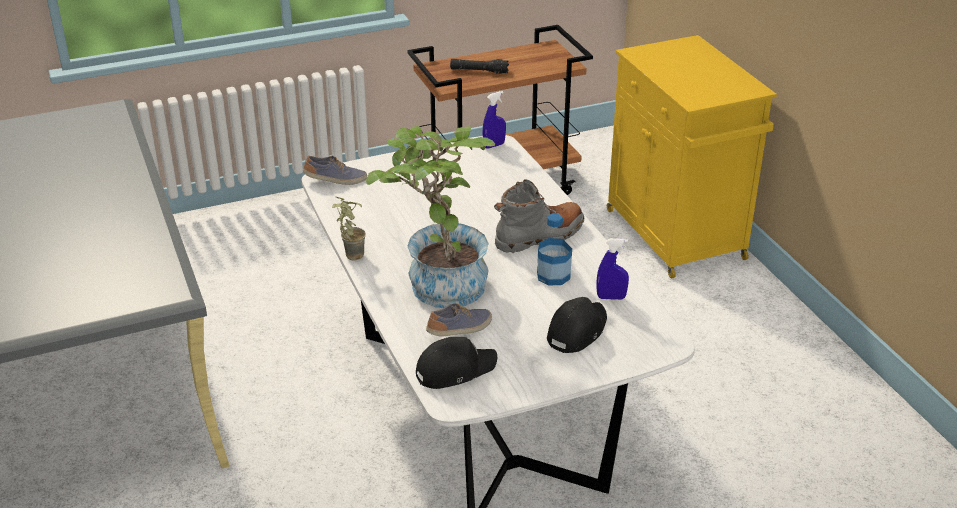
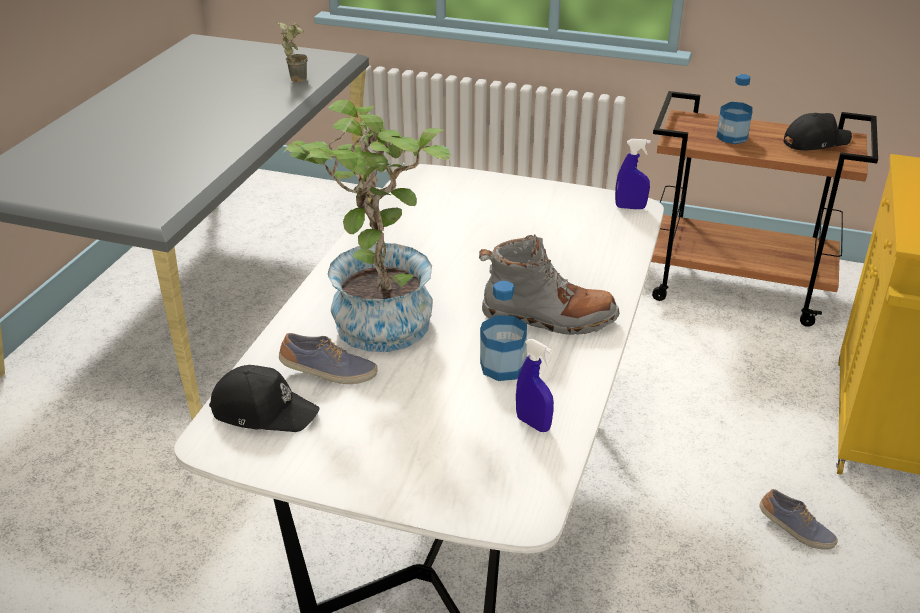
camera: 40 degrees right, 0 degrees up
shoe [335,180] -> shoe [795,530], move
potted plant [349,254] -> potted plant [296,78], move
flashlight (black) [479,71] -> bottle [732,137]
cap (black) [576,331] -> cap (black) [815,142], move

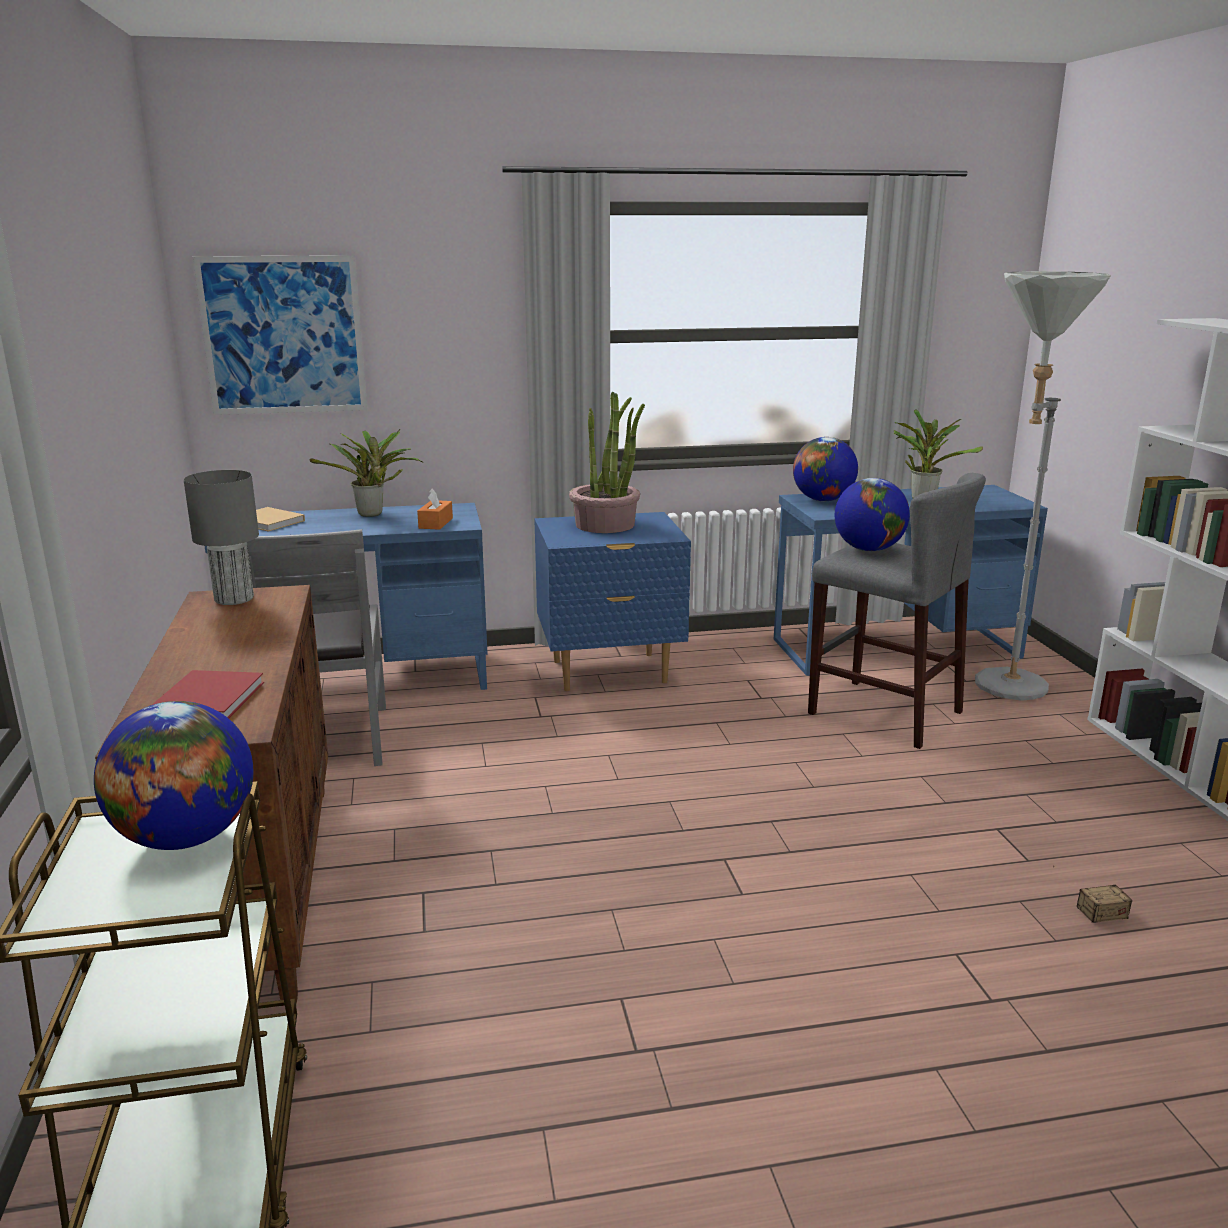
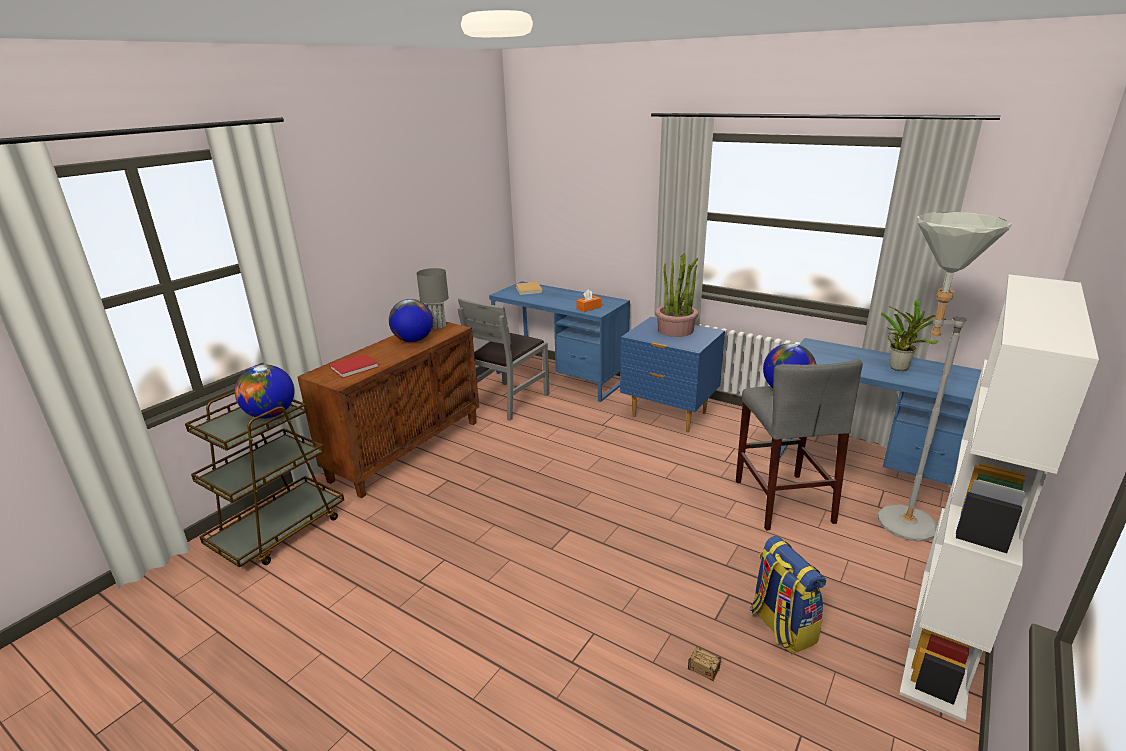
camera: 45 degrees right, 5 degrees up
picture [283,335] -> none
potted plant [373,515] -> none
globe [823,500] -> globe [413,340], move
none -> backpack [781,626]

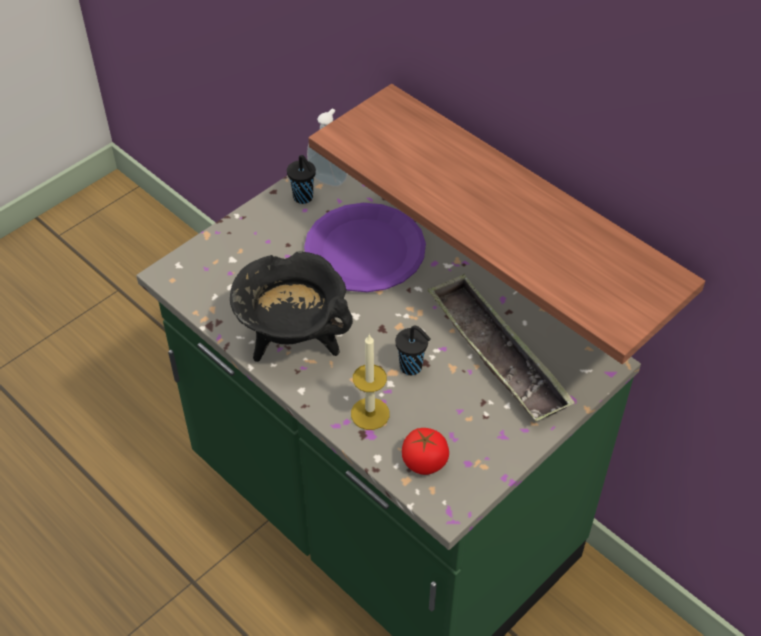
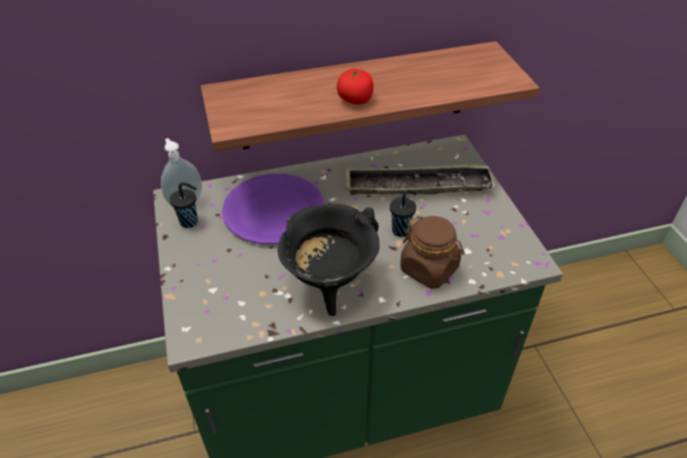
camera: 60 degrees left, 5 degrees down
candle [370,413] -> jar (brown) [429,269]
tomato [424,461] -> tomato [355,100], move

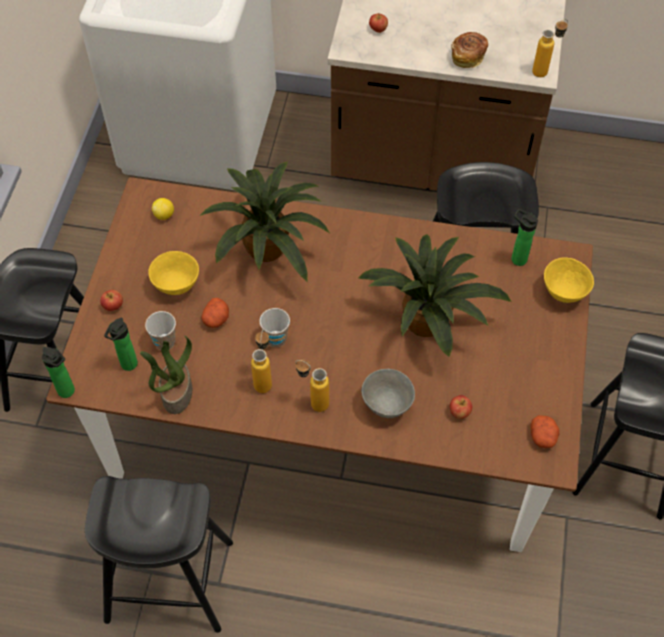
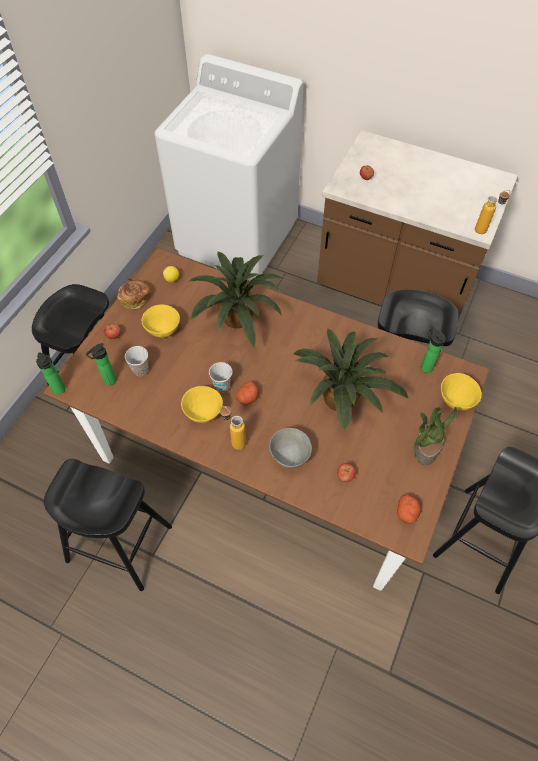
camera: 15 degrees right, 0 degrees up
potted plant [176,392] -> potted plant [425,447], move
potato [216,319] -> potato [247,398], move
bottle [264,379] -> bowl (yellow) [203,414]
bread [468,56] -> bread [135,299], move

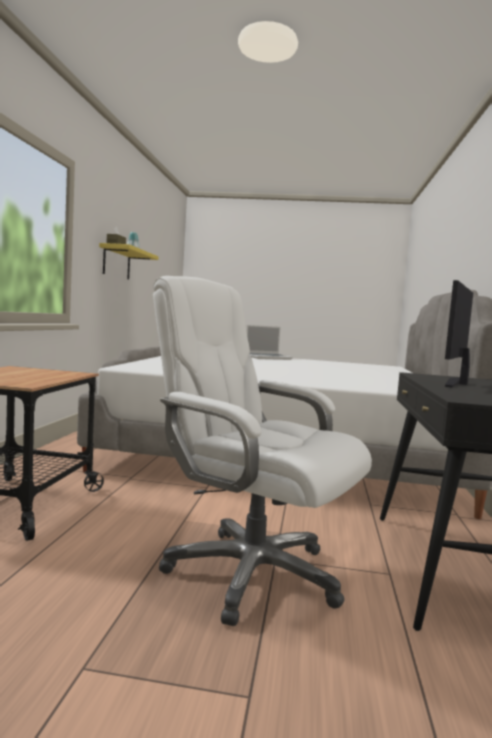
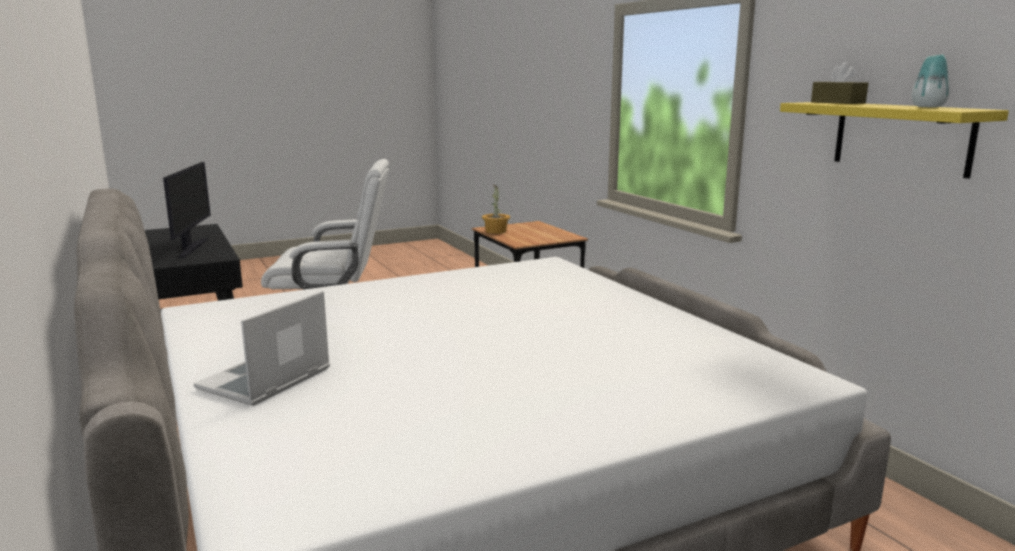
camera: 145 degrees right, 10 degrees up
laptop [268,357] -> laptop [265,380], move
none -> potted plant [495,231]

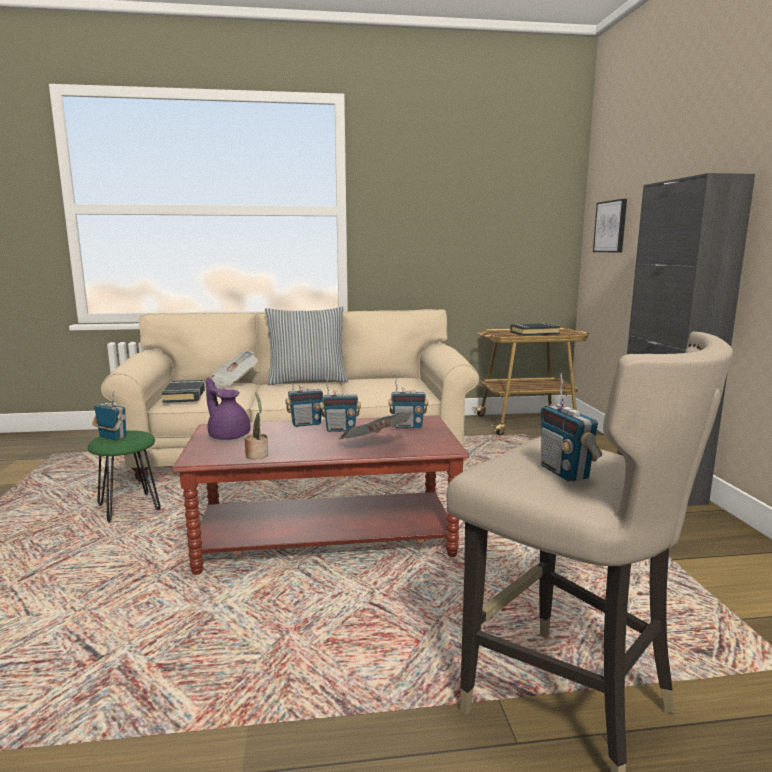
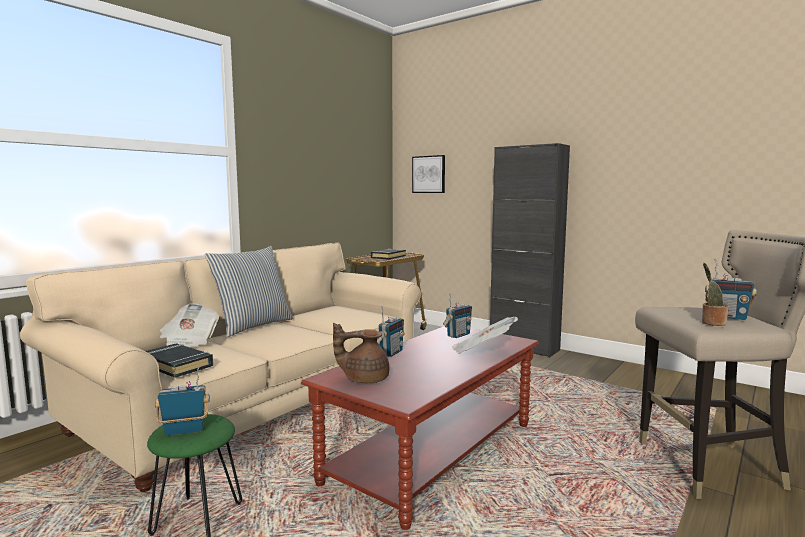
camera: 45 degrees left, 5 degrees down
teapot (purple) [228,435] -> teapot (brown) [364,379]
potted plant [257,455] -> potted plant [712,323], move
radio [340,429] -> none

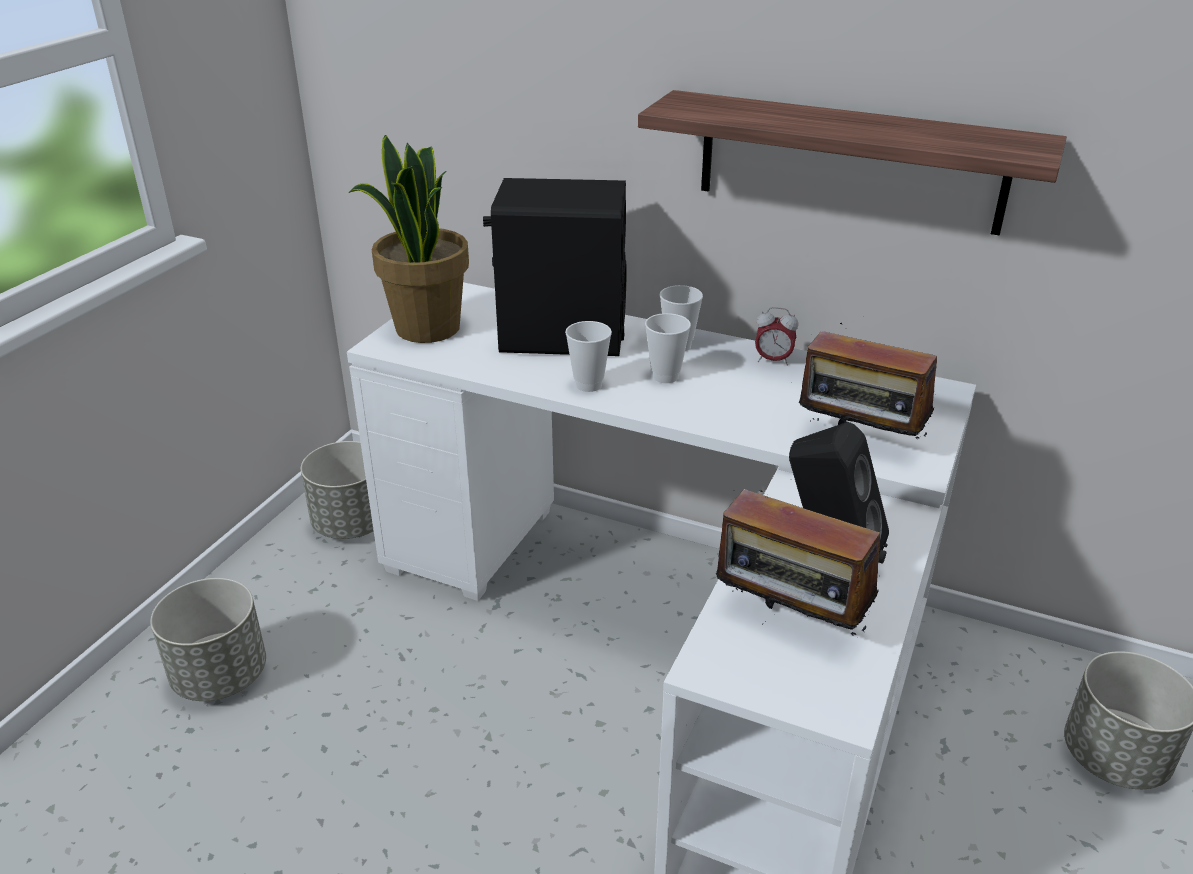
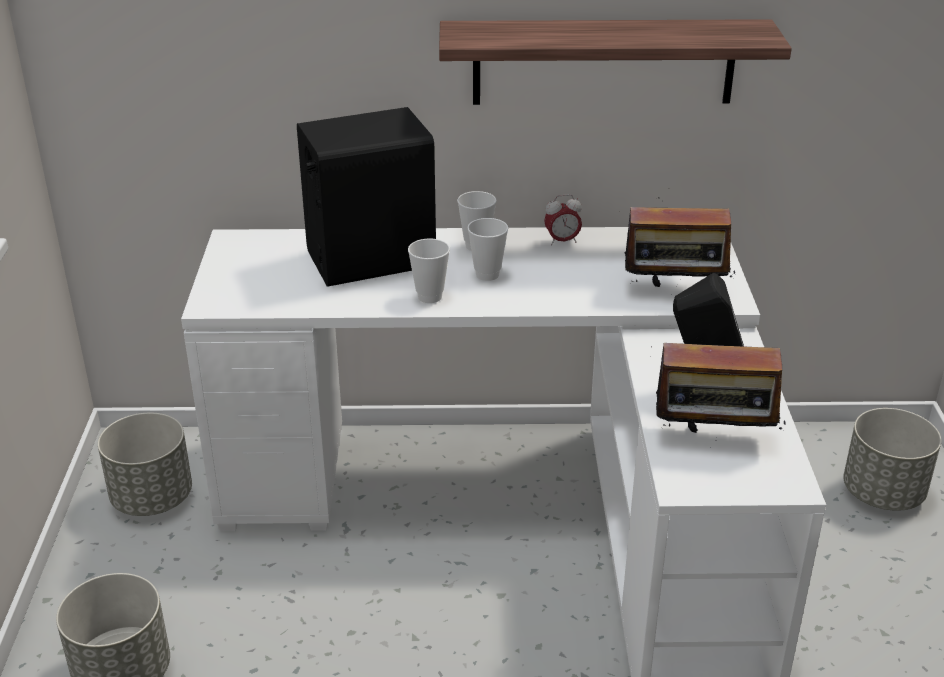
camera: 25 degrees left, 0 degrees up
potted plant [426,328] -> none

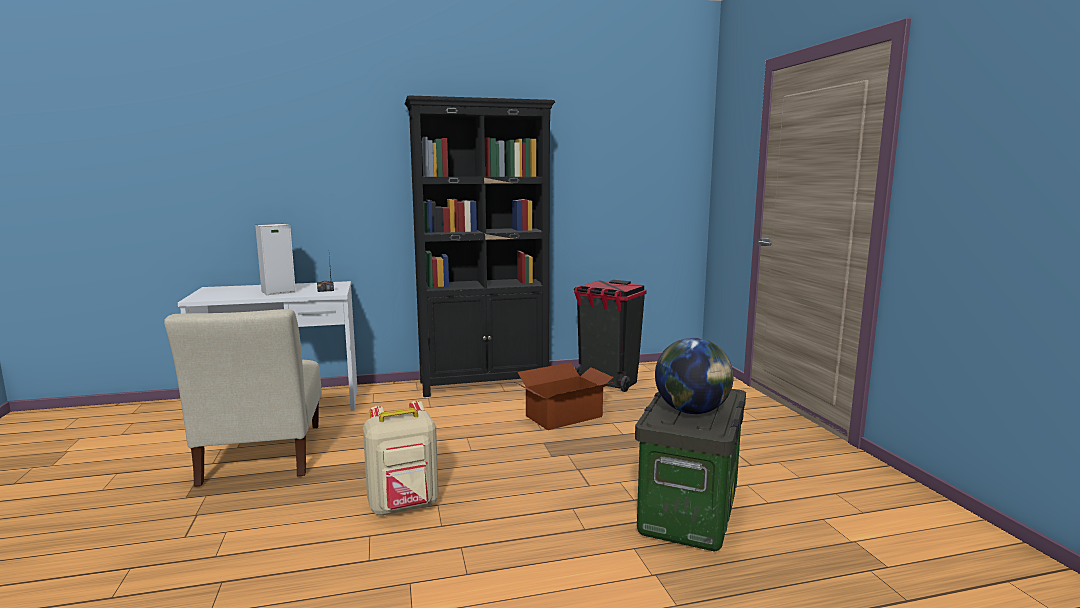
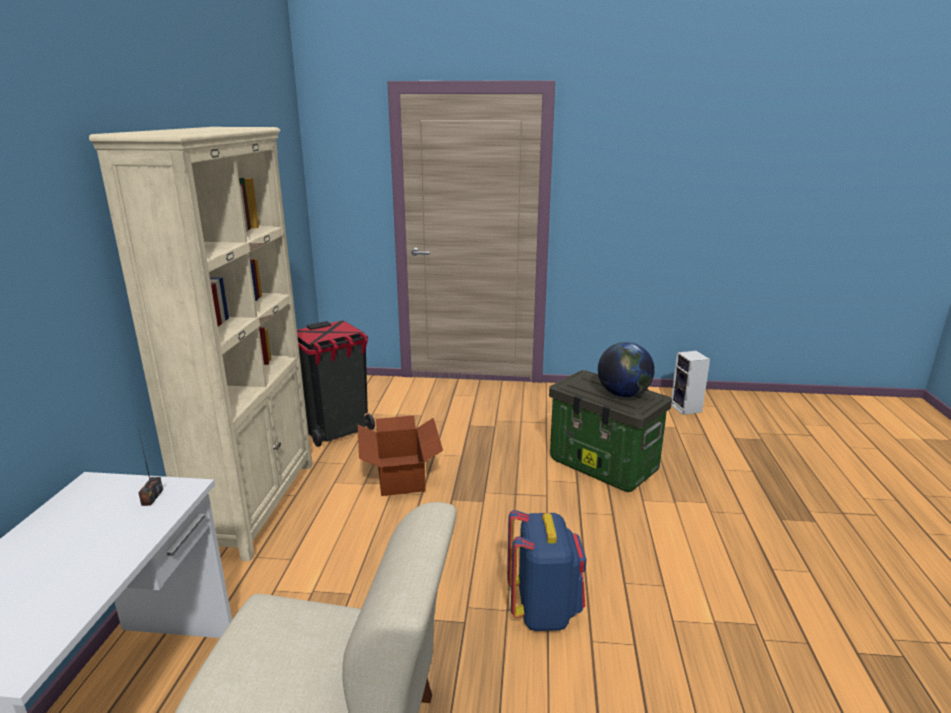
camera: 70 degrees left, 10 degrees up
speaker [277,292] -> speaker [687,409], move
backpack (beige) [404,507] -> backpack (blue) [544,610]
bookcase (black) [485,383] -> bookcase (beige) [255,504]

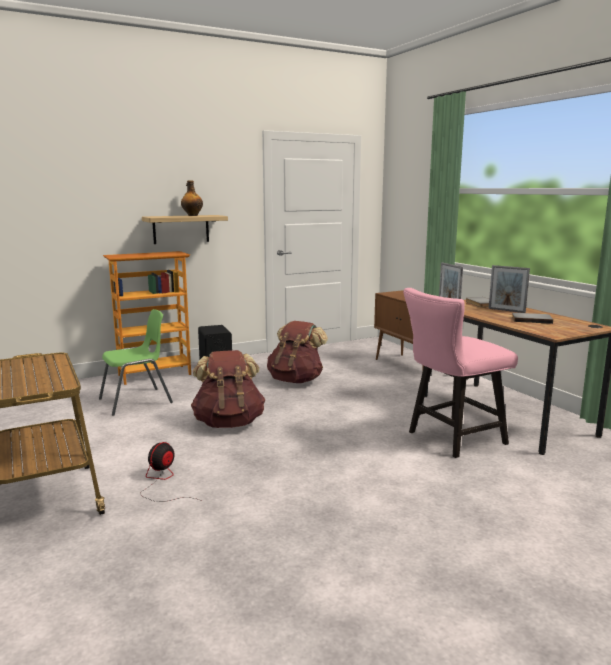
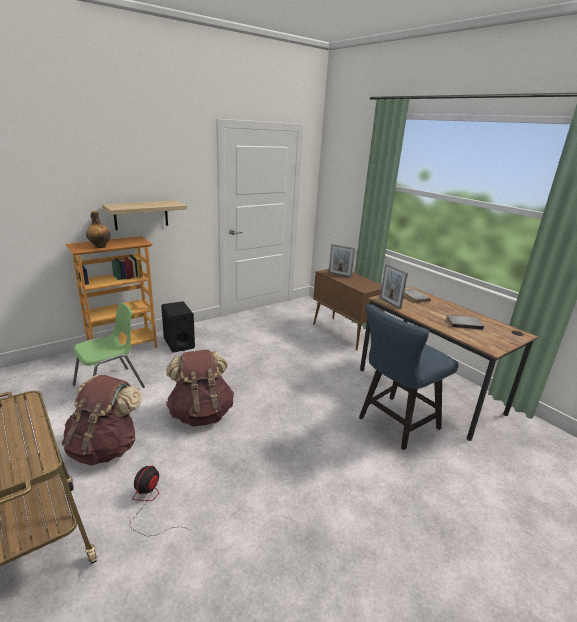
camera: 10 degrees left, 10 degrees up
bottle [192,215] -> bottle [100,246], move
backpack (brown) [296,380] -> backpack (brown) [105,448], move
chair (pink) [450,439] -> chair (blue) [394,424]
picture frame [506,310] -> picture frame [339,274], move

